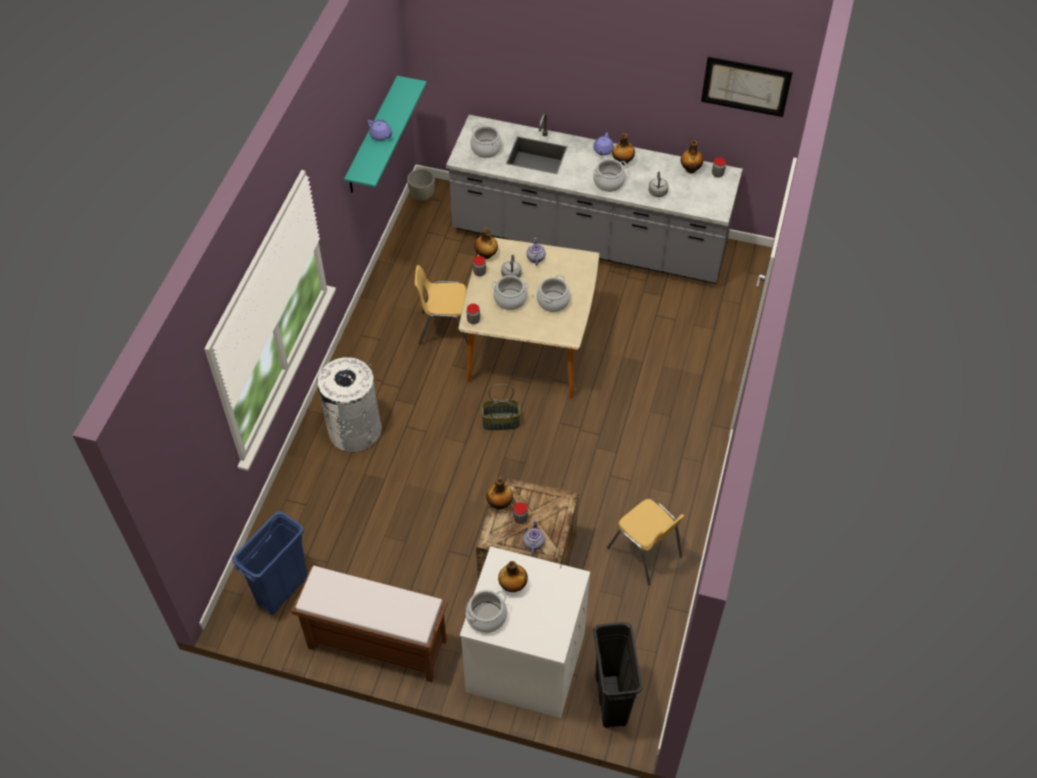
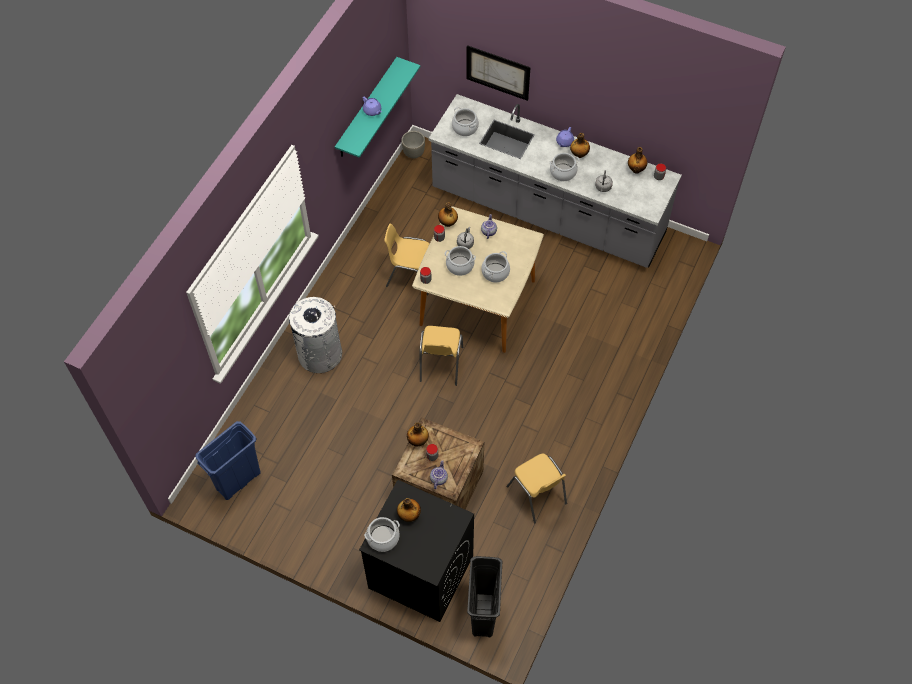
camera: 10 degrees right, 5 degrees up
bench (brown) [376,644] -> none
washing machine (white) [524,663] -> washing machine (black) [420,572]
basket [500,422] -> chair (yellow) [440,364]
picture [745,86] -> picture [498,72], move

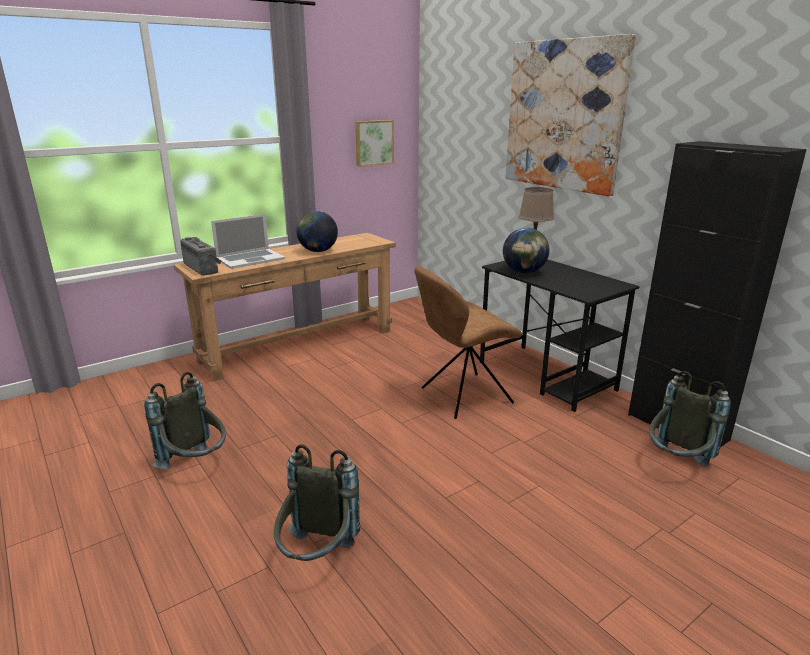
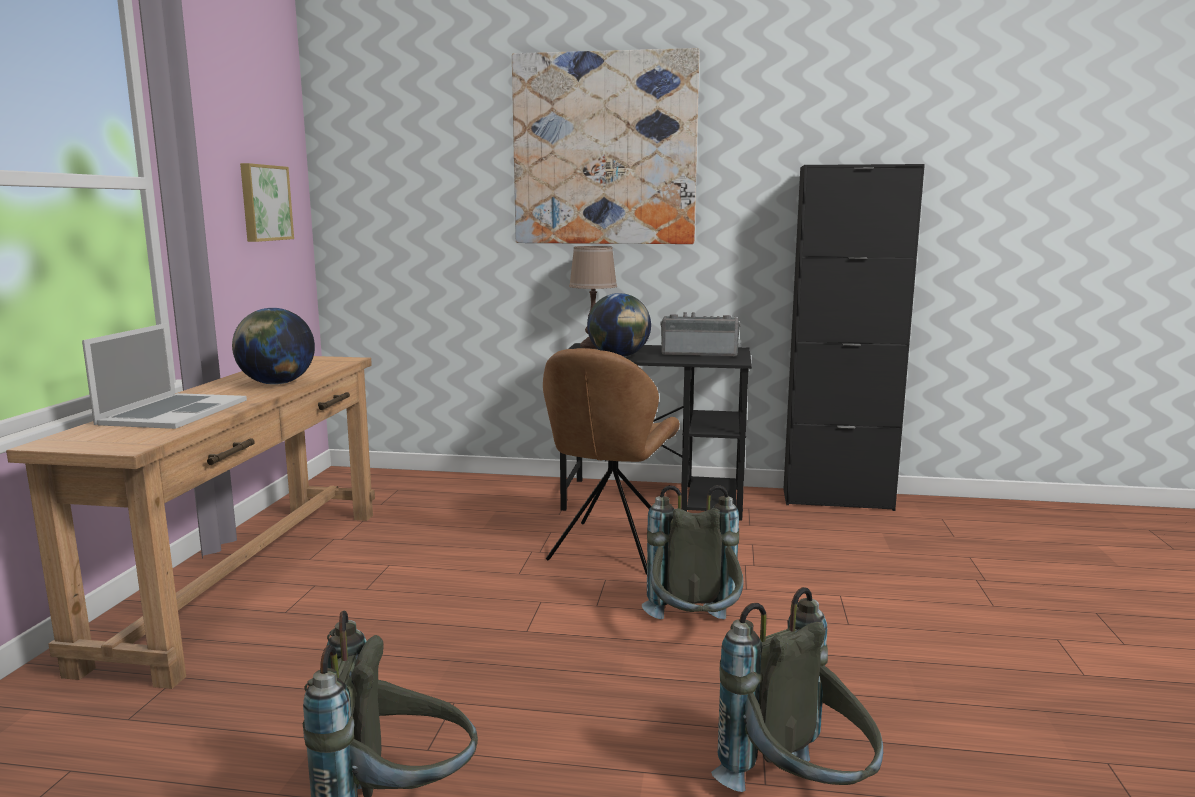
camera: 45 degrees left, 10 degrees down
radio [203,268] -> radio [699,353], move
backpack (grey) [676,464] -> backpack (grey) [694,632], move

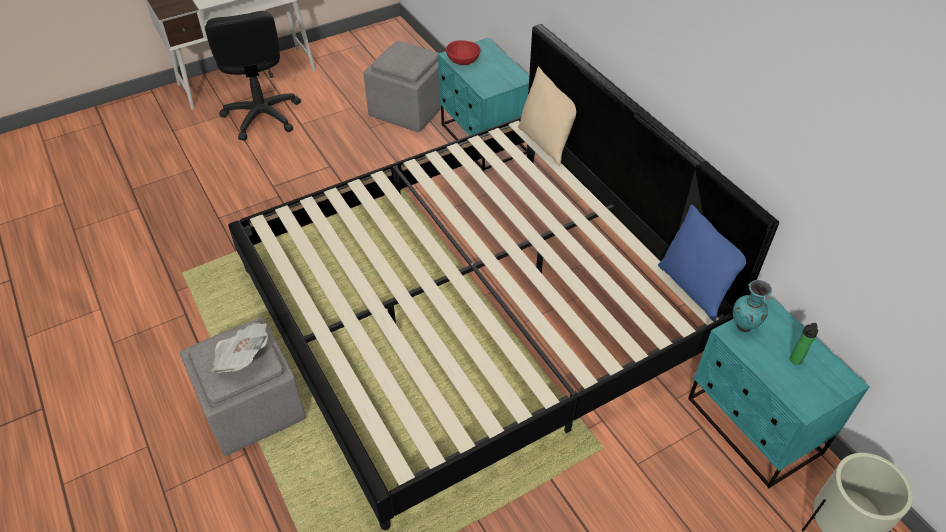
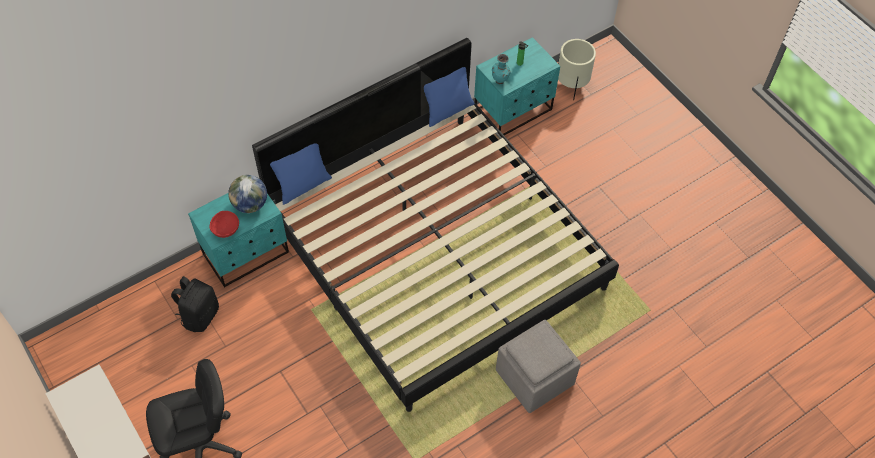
camera: 95 degrees left, 10 degrees up
newspaper [242,358] -> none
ottoman (grey) [410,110] -> backpack (black) [200,315]
pillow (beige) [546,142] -> pillow (blue) [303,186]
none -> globe [250,204]

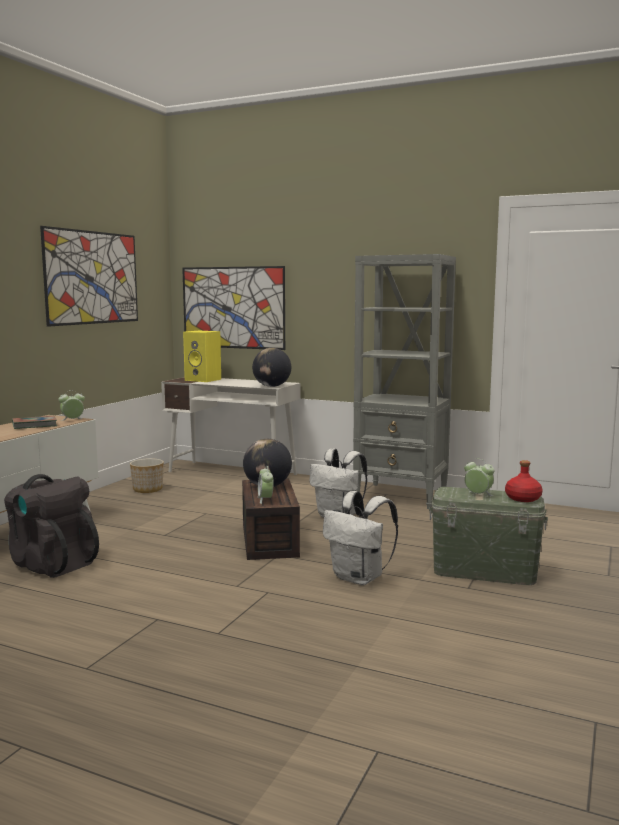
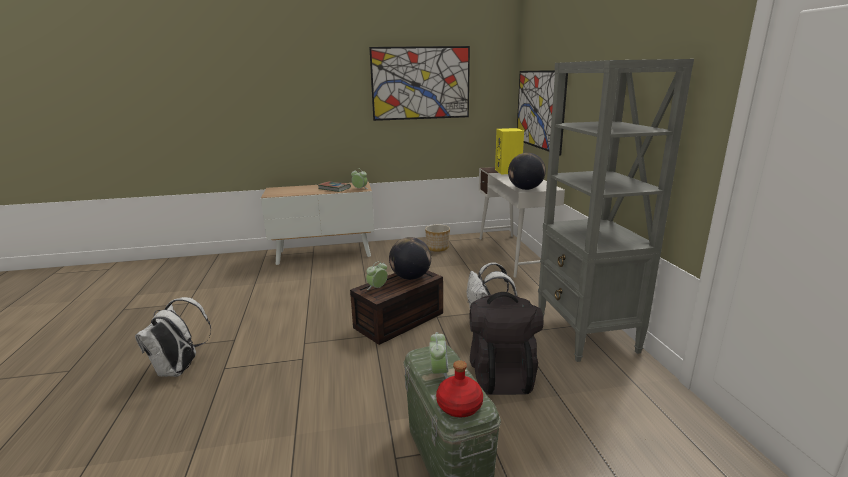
camera: 55 degrees right, 10 degrees up
backpack (black) [52,564] -> backpack (black) [501,374], move
backpack (white) [359,578] -> backpack (white) [180,369], move

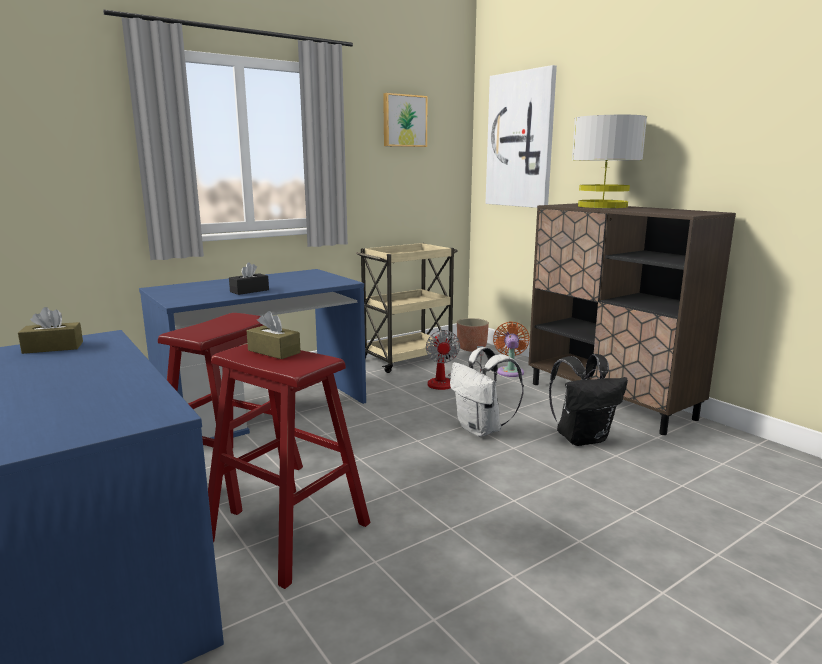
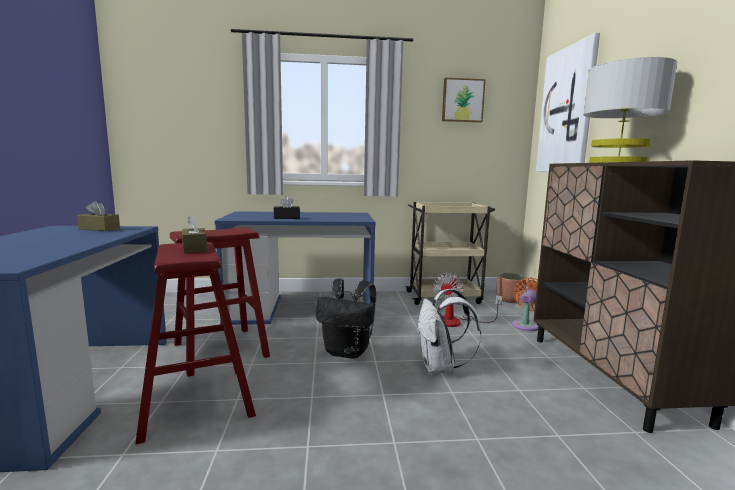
camera: 30 degrees right, 5 degrees down
backpack (black) [582,438] -> backpack (black) [348,352], move

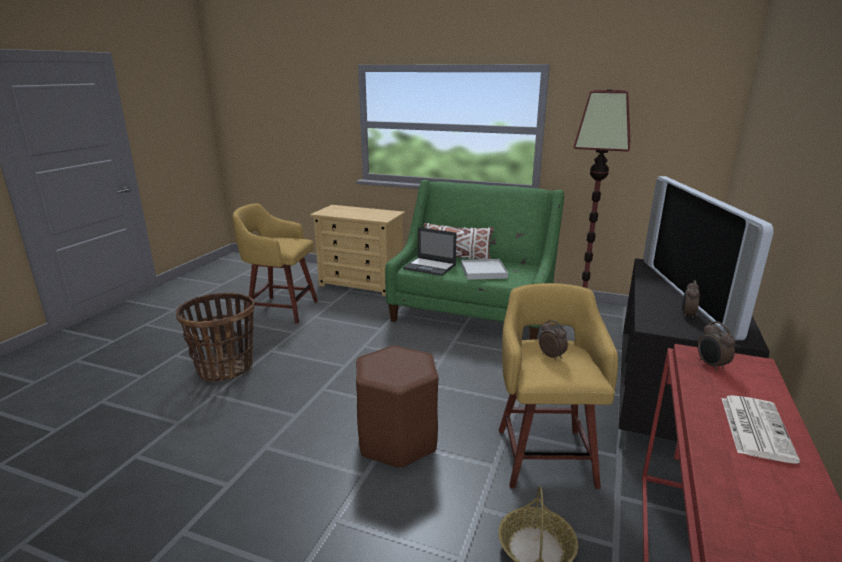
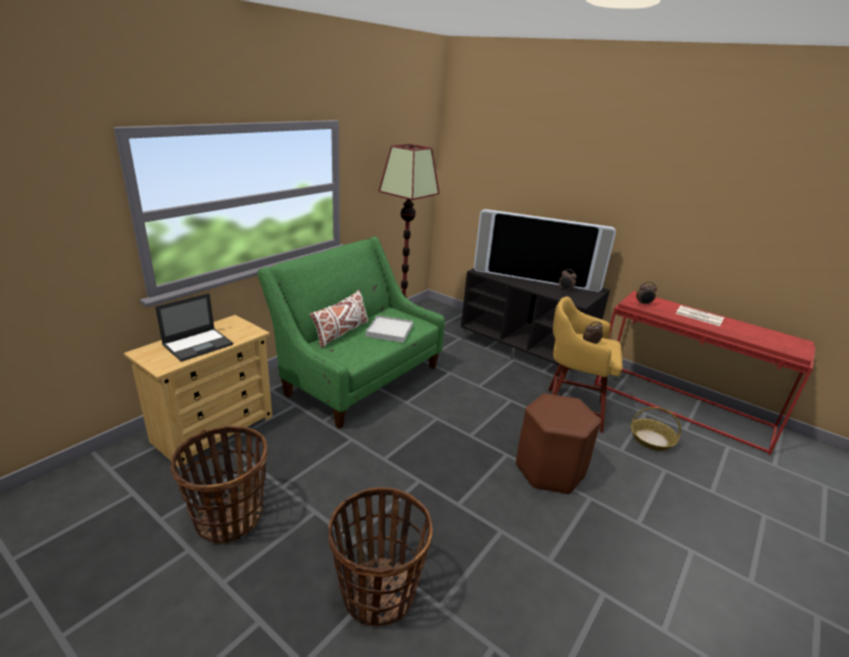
camera: 75 degrees left, 5 degrees up
stool (yellow) [281,309] -> basket [229,517]
laptop [430,267] -> laptop [198,344], move

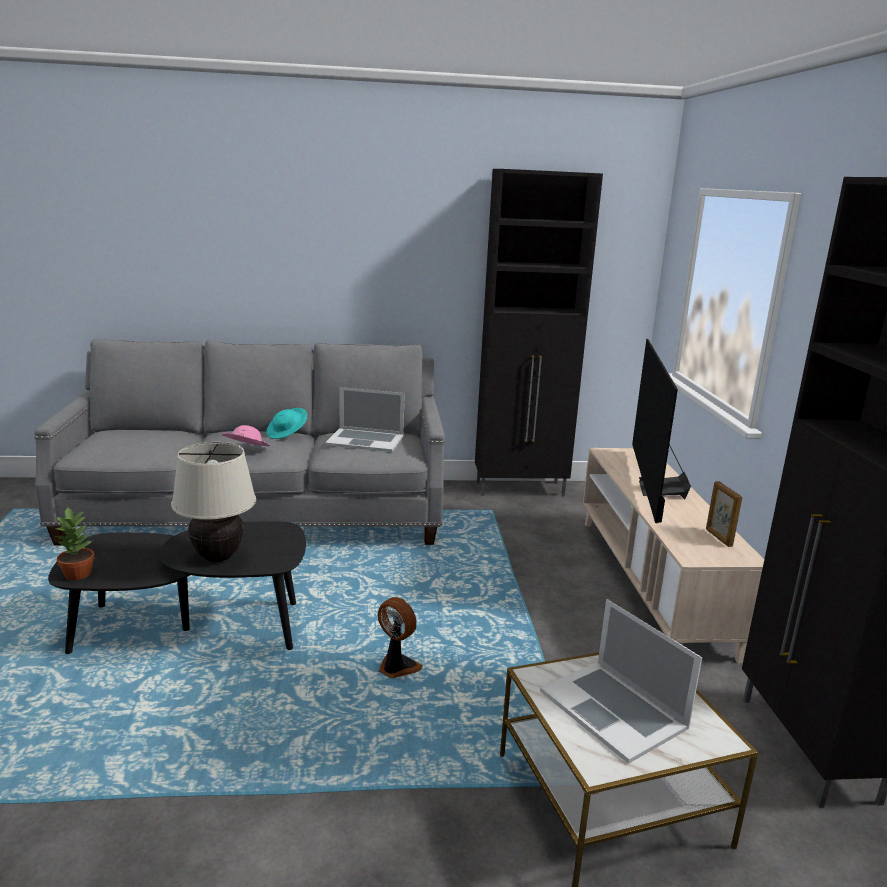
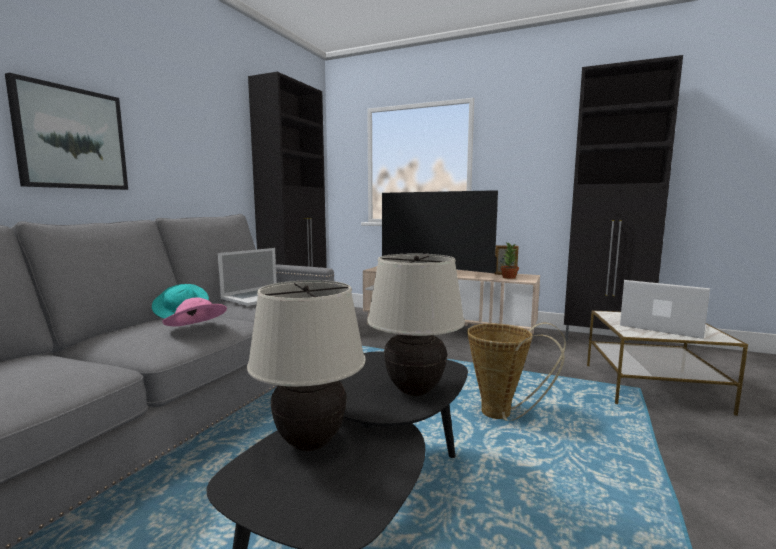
camera: 60 degrees left, 10 degrees down
potted plant [78,573] -> potted plant [508,277], move
fan [397,667] -> basket [503,415]
laptop [613,709] -> laptop [662,326], 135 degrees counterclockwise
none -> picture [71,138]
none -> table lamp (beige) [310,443]

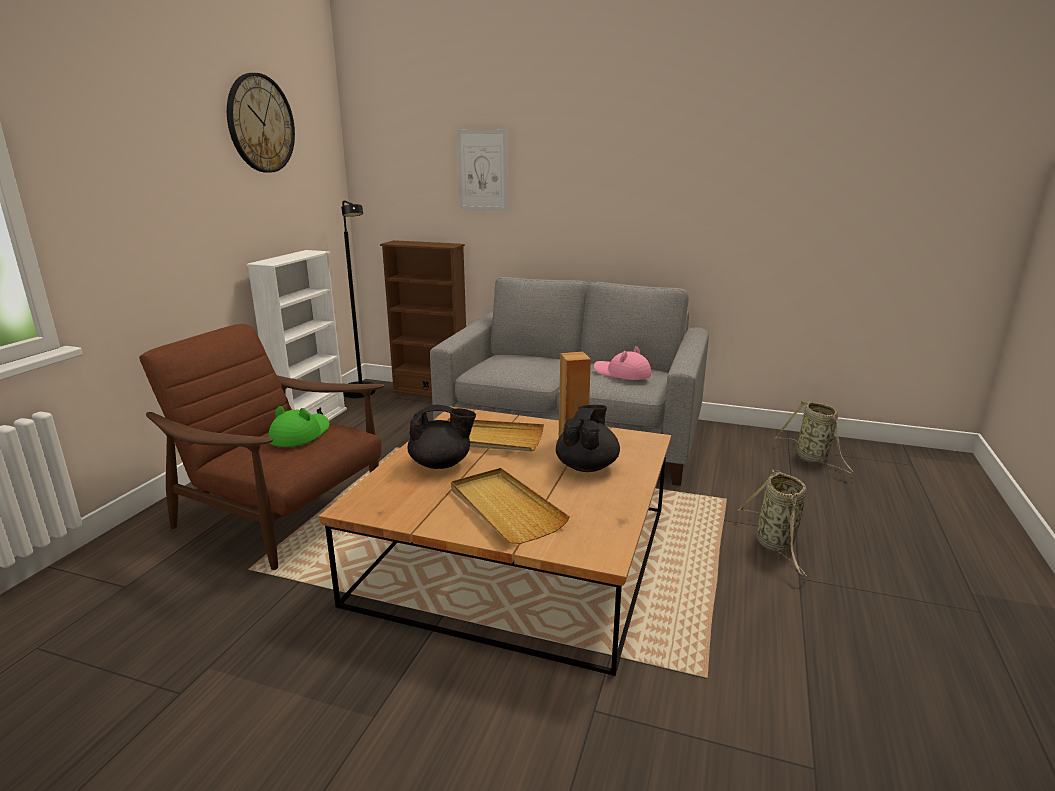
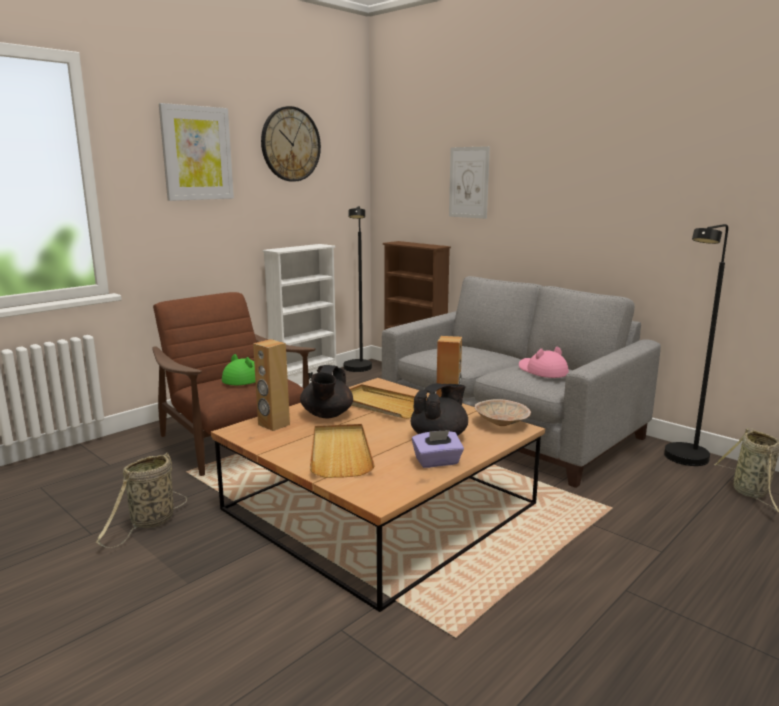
camera: 25 degrees right, 5 degrees down
teapot (black) [441,464] -> teapot (black) [327,415], 75 degrees clockwise
basket [776,545] -> basket [150,523], move
none -> picture [197,153]
none -> speaker (brown) [273,425]
none -> tissue box (purple) [437,462]
none -> bowl (beige) [502,424]
none -> floor lamp (black) [683,461]

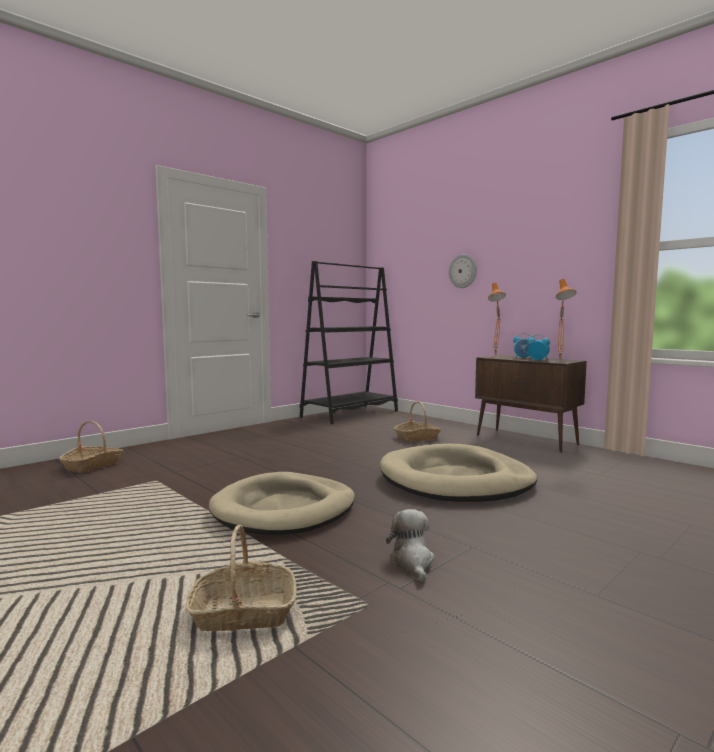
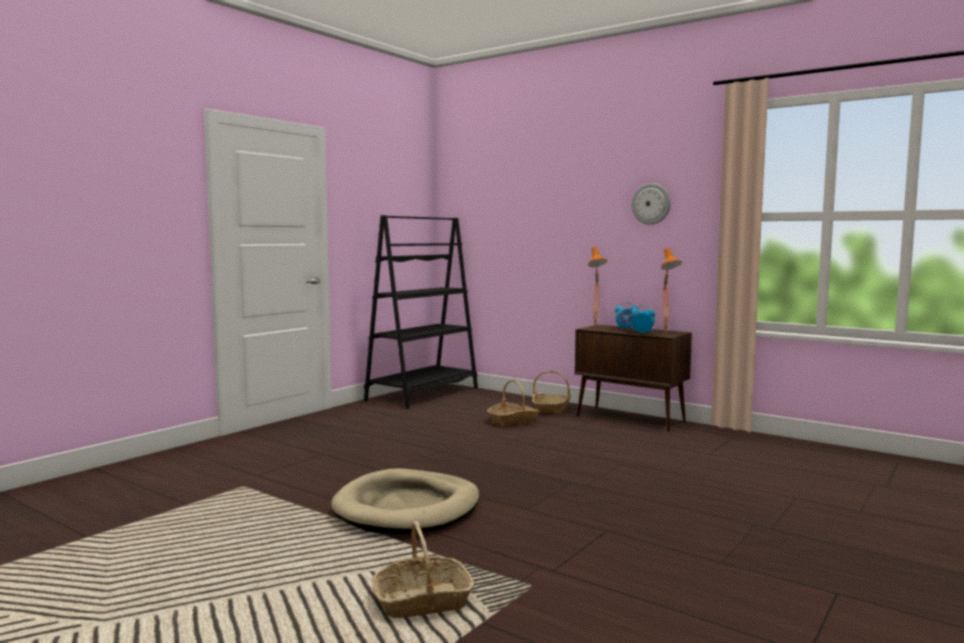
camera: 10 degrees left, 0 degrees up
basket [93,465] -> basket [551,409], move
dog bed (beige) [456,480] -> none
plush toy [412,562] -> none
wall clock [463,271] -> wall clock [651,204], move

